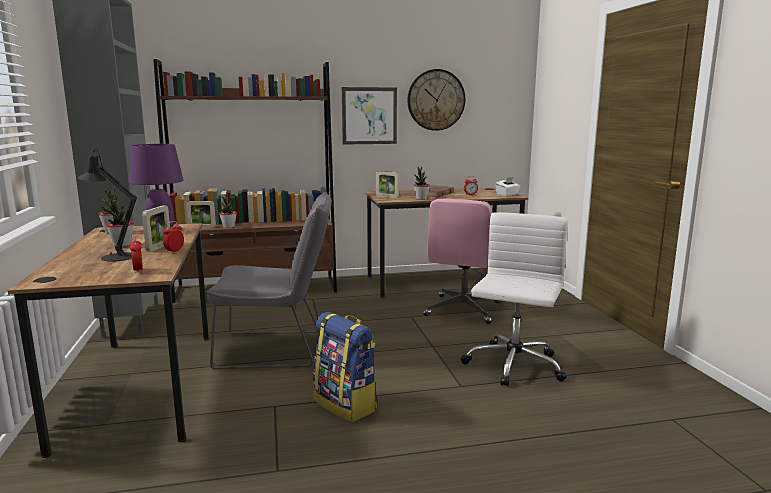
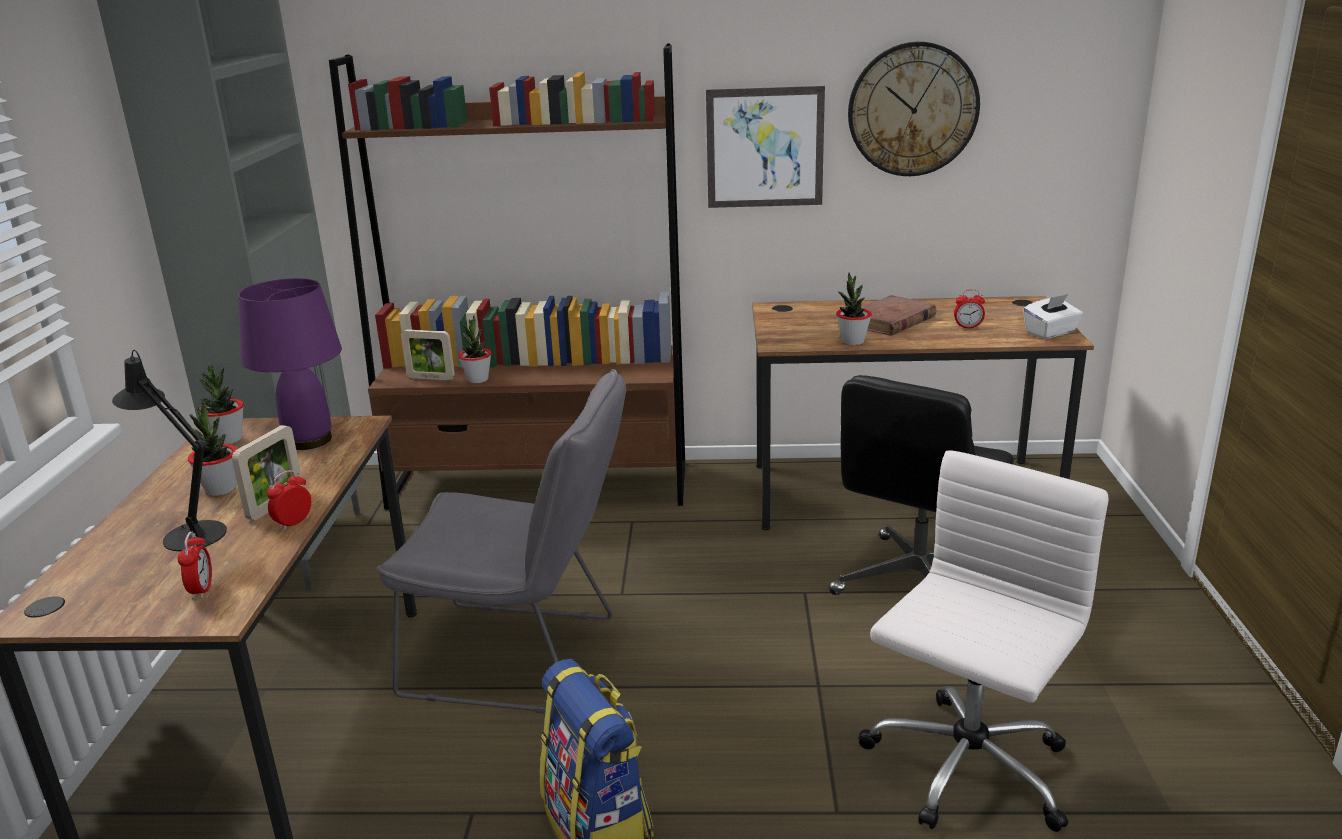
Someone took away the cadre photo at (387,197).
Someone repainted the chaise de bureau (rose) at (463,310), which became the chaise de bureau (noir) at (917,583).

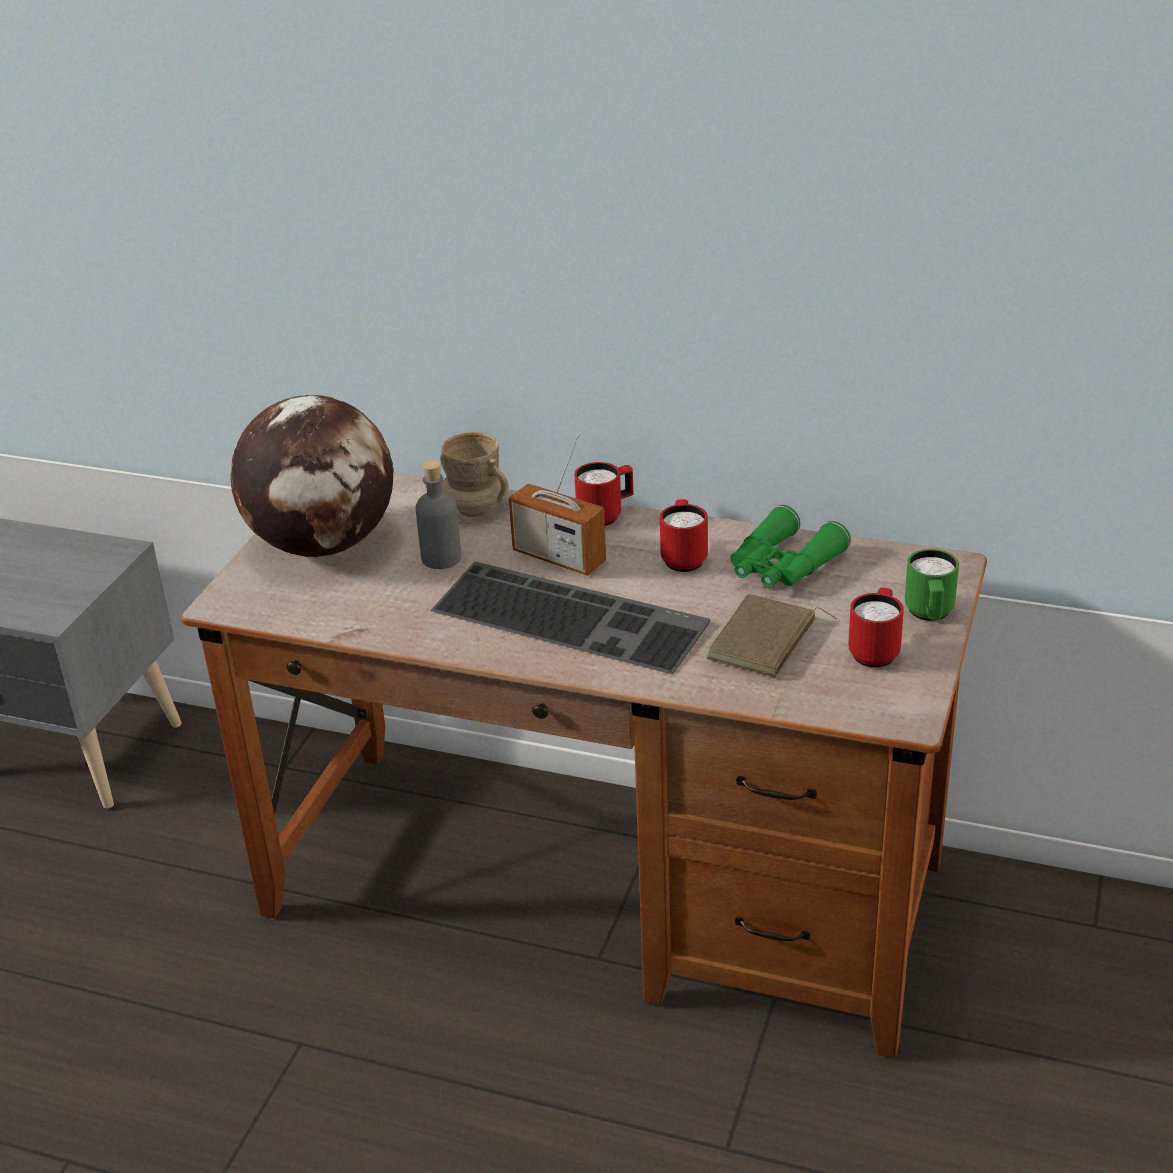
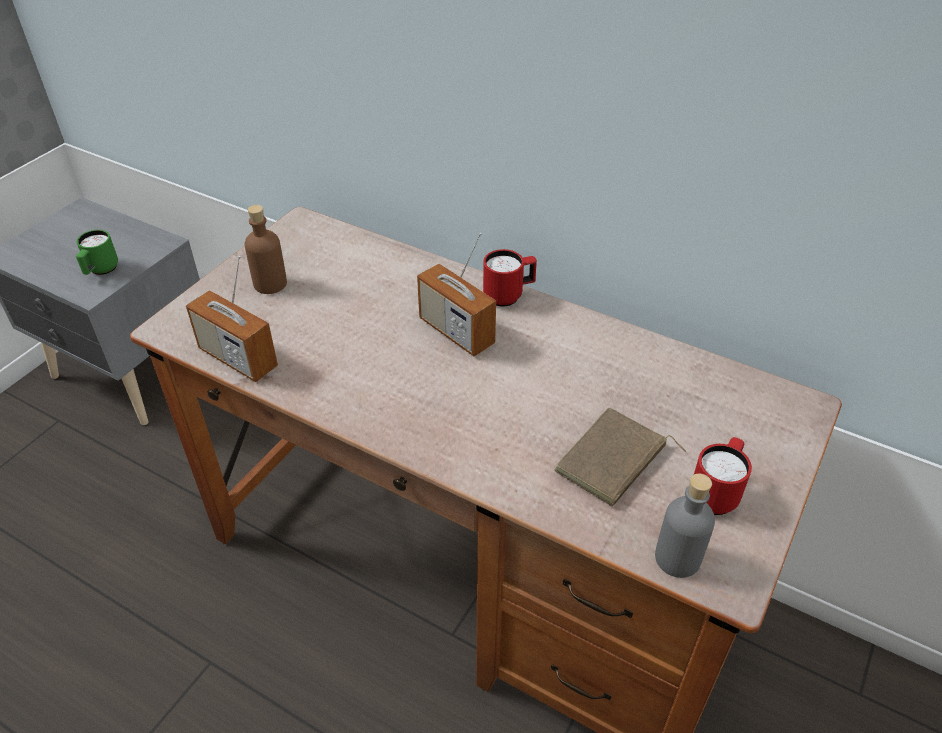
Someone took away the clavier at (573,615).
Someone took away the mug (beige) at (476,508).
Someone took away the mug (rouge) at (683,557).
Someone took away the jumelles (vert) at (782,566).
Someone put down the radio at (238,358).
Someone carried the bouteille (gris) from (441,558) to (677,558).
Someone carried the mug (vert) from (929,615) to (101,271).
Someone swapped the globe at (324,544) for the bouteille (marron) at (270,284).

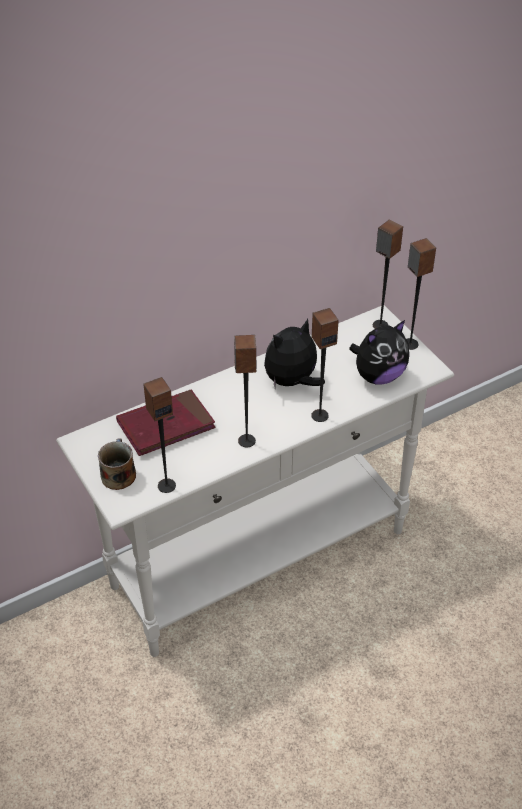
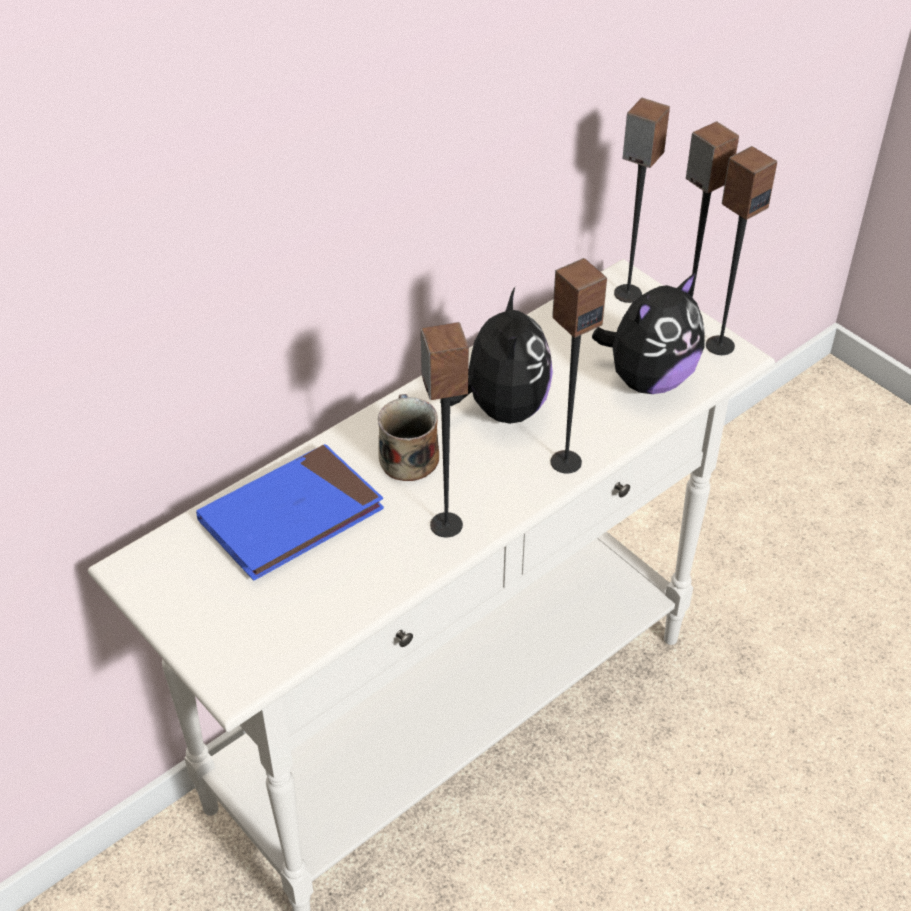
Someone carried the mug from (118,474) to (407,456).
Someone carried the enceinte from (166,485) to (719,345).
Someone repainted the livre (rouge) at (166,425), which became the livre (bleu) at (291,516).
Someone rotated the peluche at (292,382) by 135 degrees clockwise.

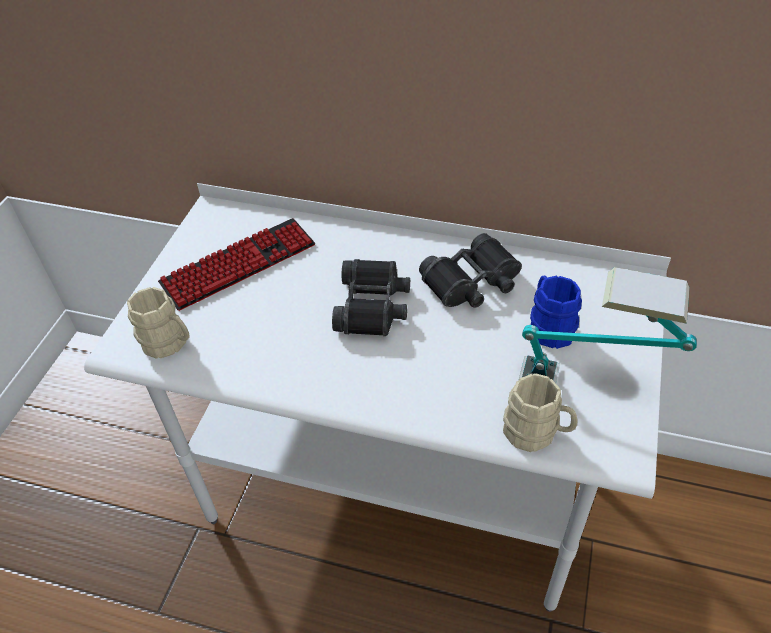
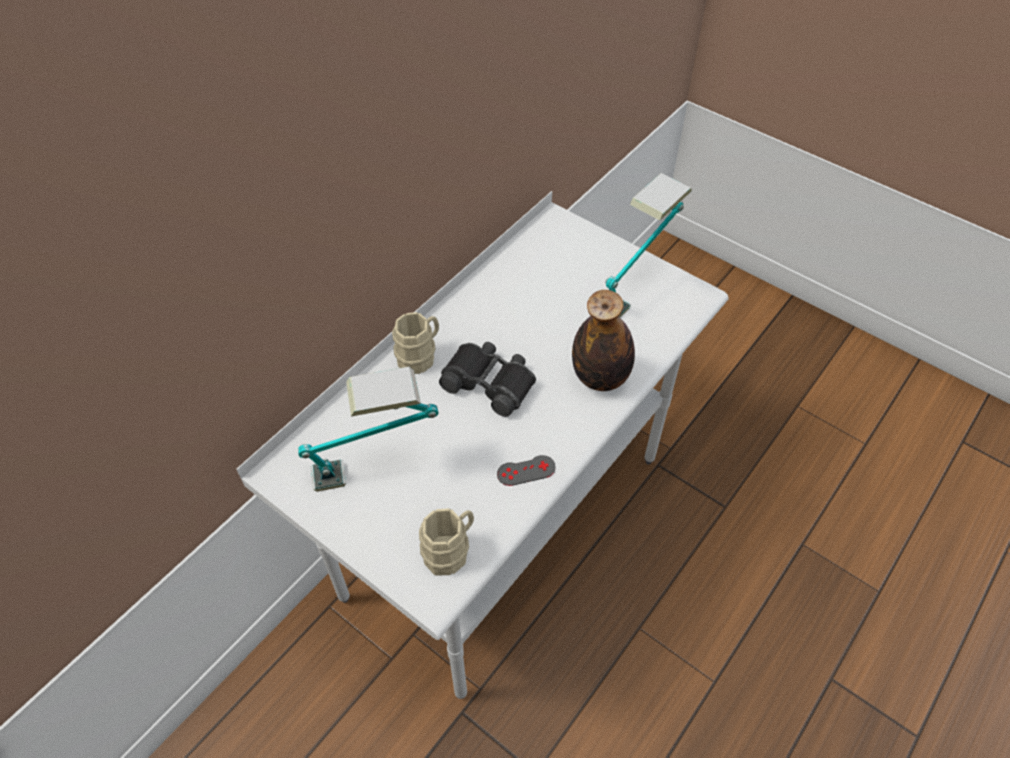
Someone took away the jumelles (noir) at (472,282).
Someone took away the mug (bleu) at (548,326).
Someone put down the manette (gris) at (526,470).
Someone put down the bouteille at (600,377).
Someone carried the mug (beige) from (537,433) to (420,355).
Someone swapped the clavier at (239,265) for the lampe de table at (376,468).

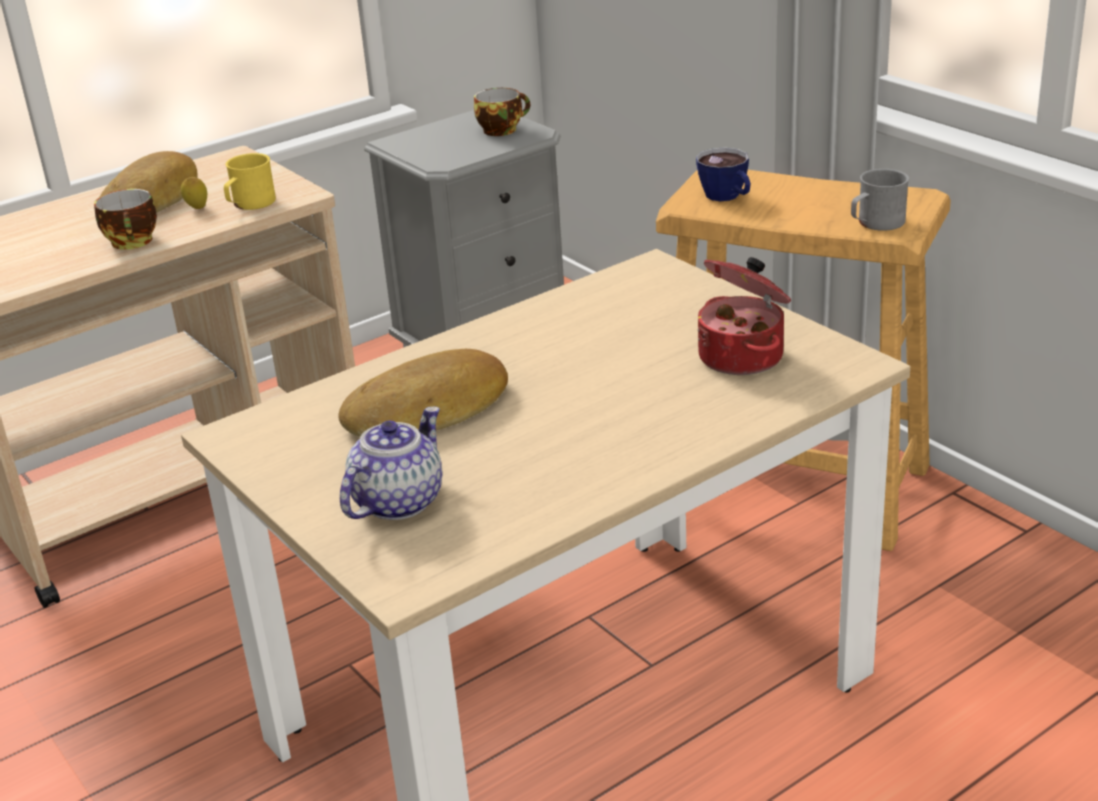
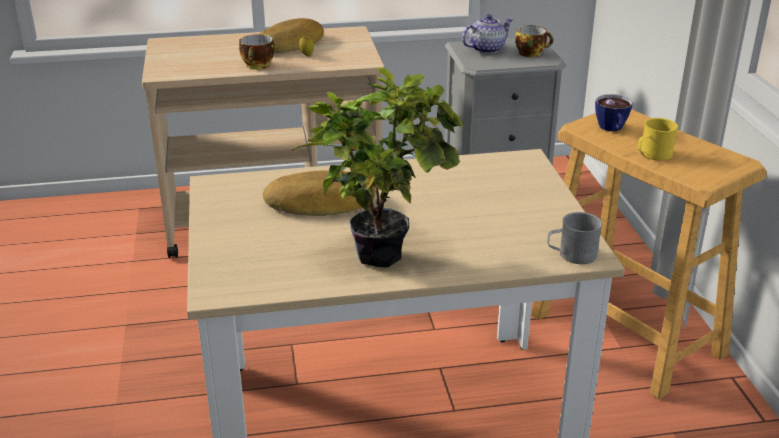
Someone took away the marmite at (743,356).
Someone put down the plante en pot at (383,251).
Someone carried the mug (jaune) from (250,204) to (652,155).
Someone carried the théière from (397,501) to (486,49).
Someone carried the mug (gris) from (875,224) to (571,255).

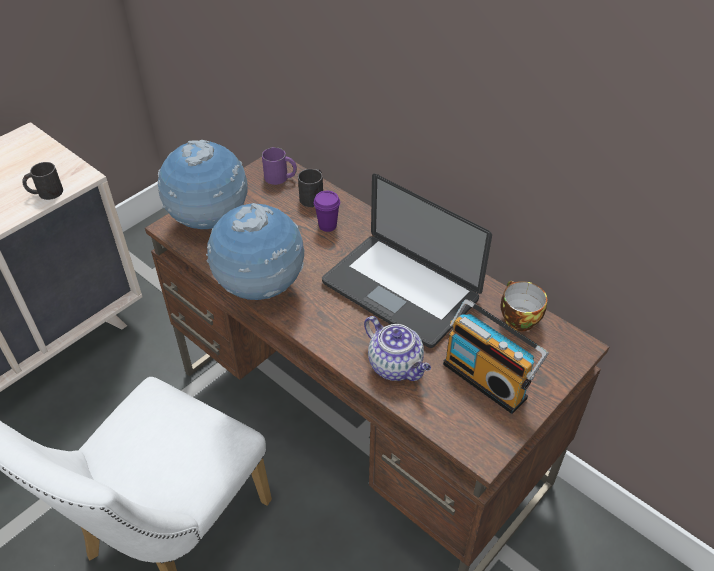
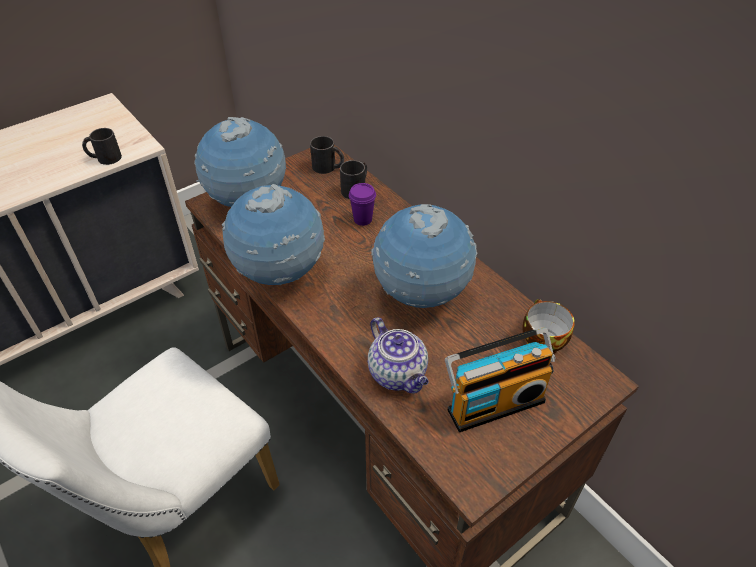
Someone swapped the ordinateur portable at (400,291) for the globe at (421,295).
Someone repainted the mug (violet) at (281,177), which became the mug (noir) at (328,167).
Someone rotated the radio at (487,378) by 75 degrees counterclockwise.

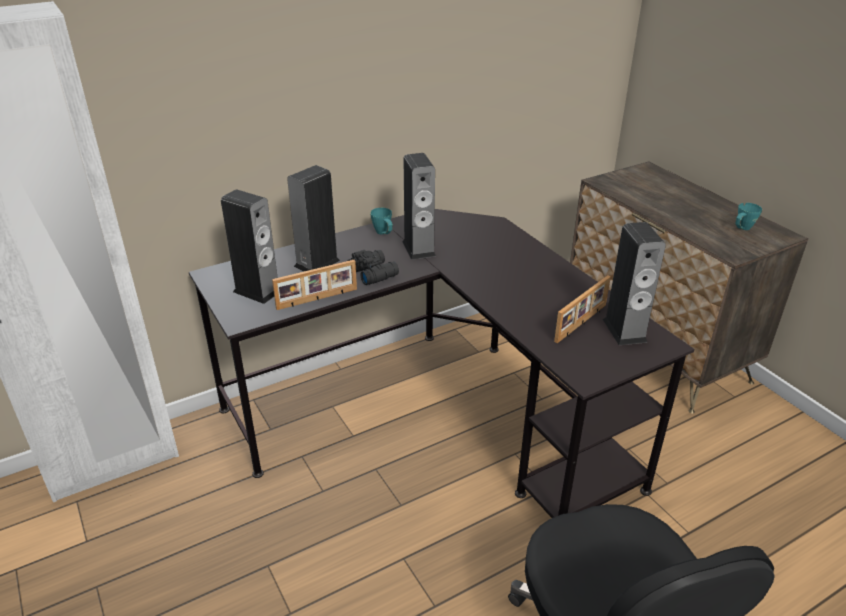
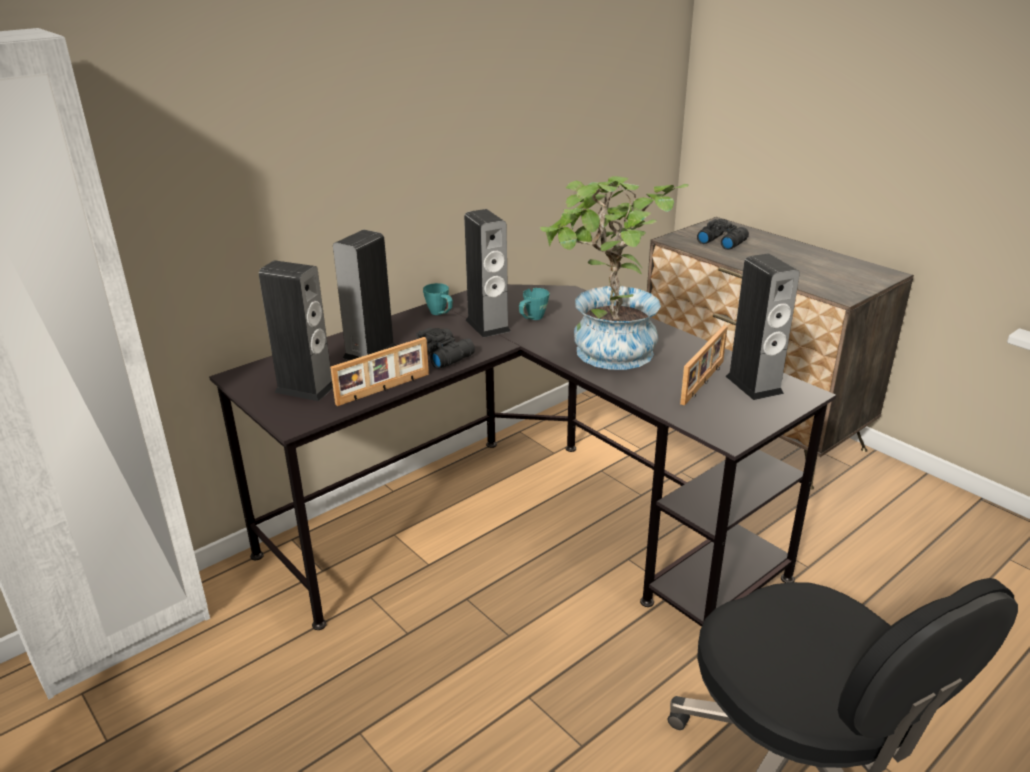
Someone put down the plante en pot at (605,355).
Someone put down the jumelles (noir) at (721,242).
Someone carried the mug (turquoise) from (742,229) to (532,319).

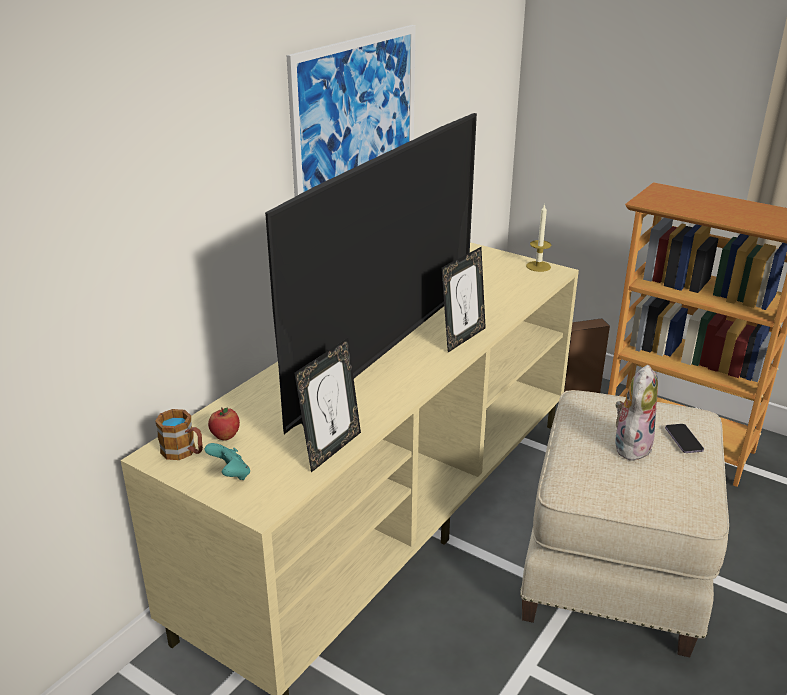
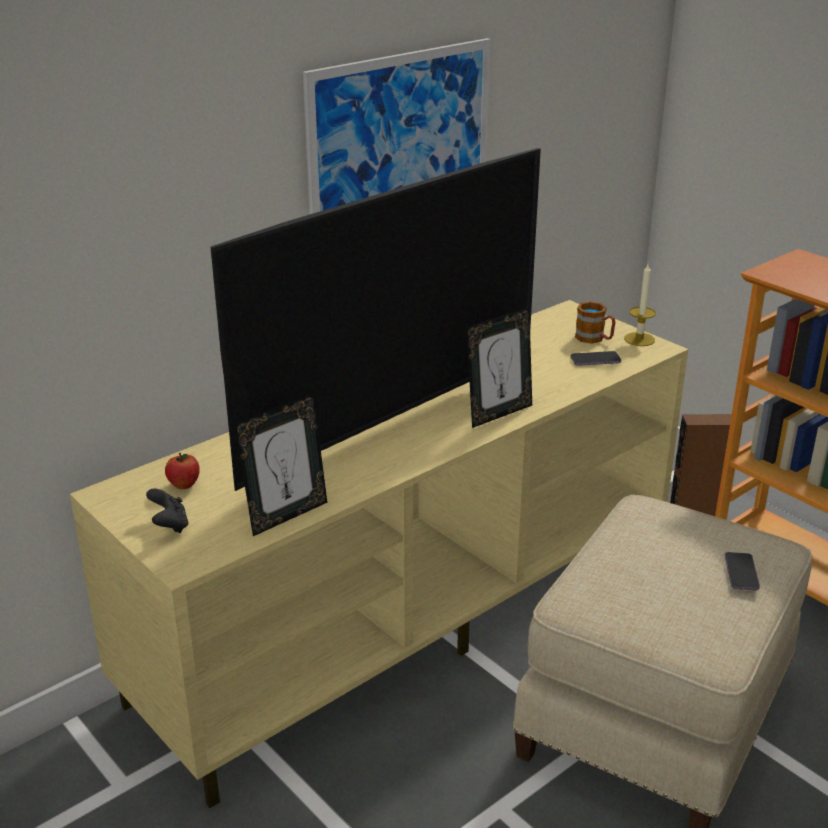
Someone took away the peluche at (630,445).
Someone put down the téléphone at (595,360).
Someone carried the mug from (184,452) to (594,339).
Someone repainted the manette (turquoise) at (230,474), which became the manette (noir) at (169,525).

